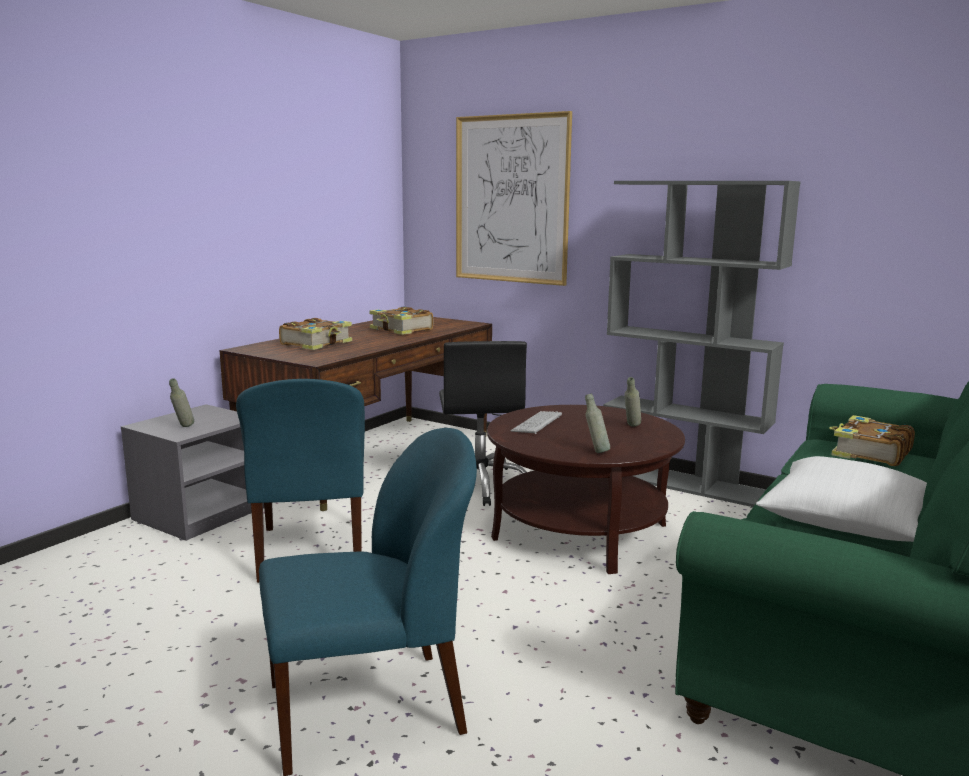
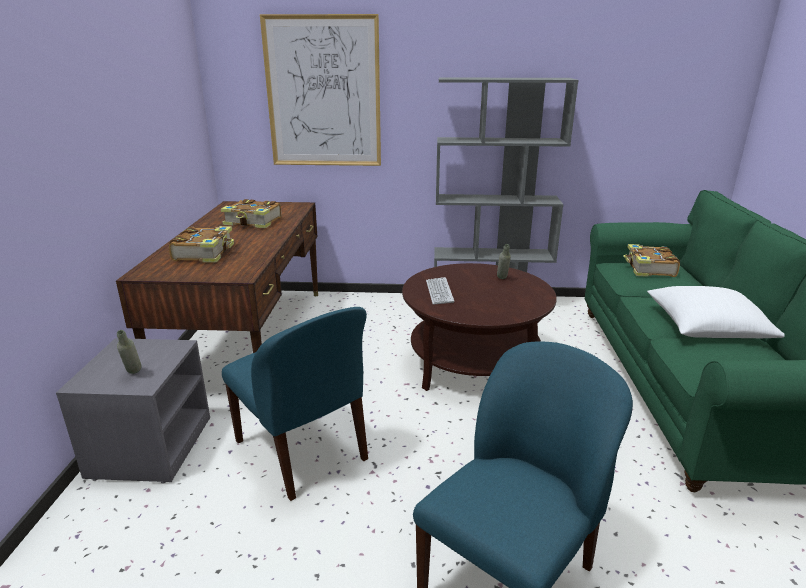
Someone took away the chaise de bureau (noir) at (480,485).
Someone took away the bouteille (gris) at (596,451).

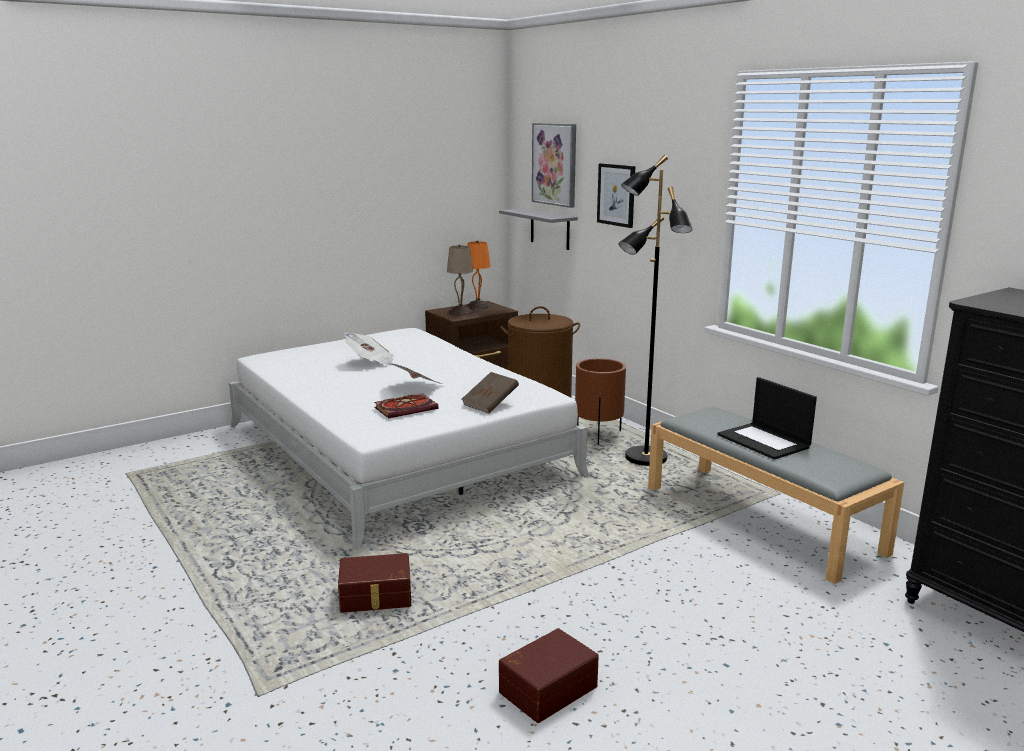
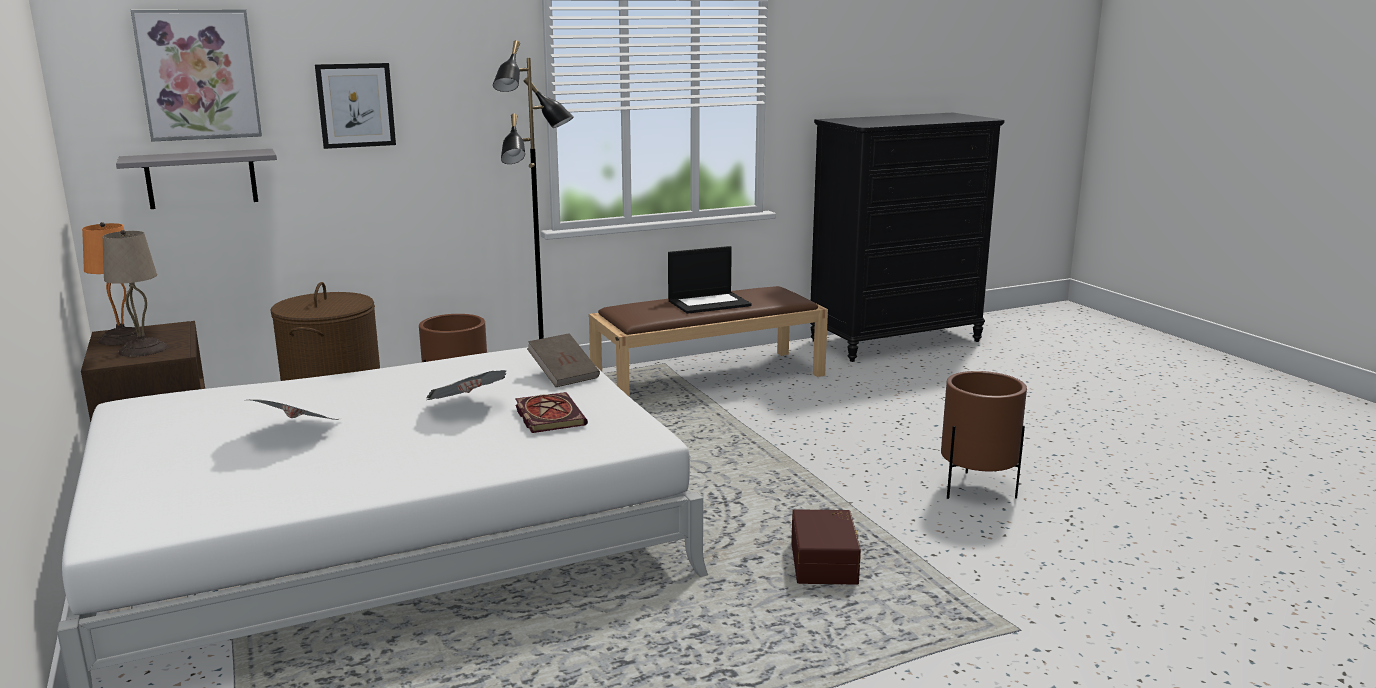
Someone swapped the boîte de rangement (marron) at (546,688) for the cache-pot (marron) at (977,489).
Someone repainted the banc (gris) at (762,518), which became the banc (marron) at (709,378).

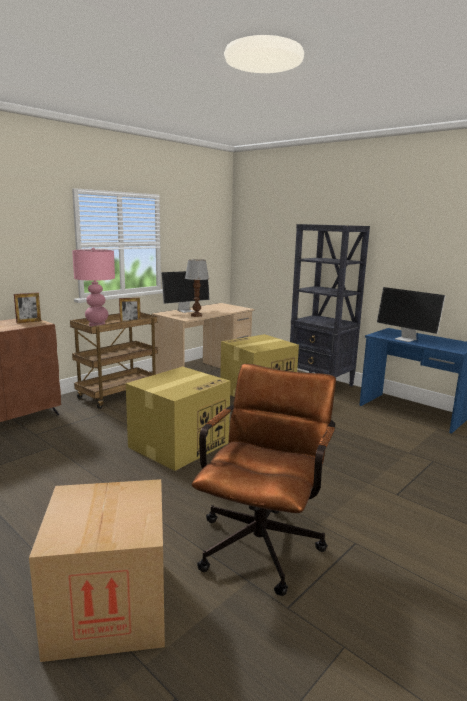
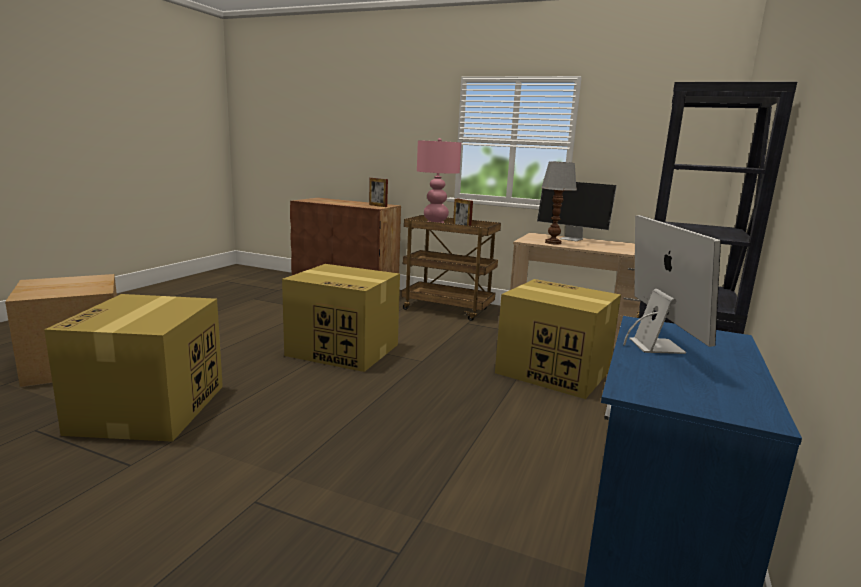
Someone swapped the chaise de bureau (marron) at (263,540) for the carton at (149,409).
Someone rotated the écran d'ordinateur at (406,339) by 150 degrees clockwise.

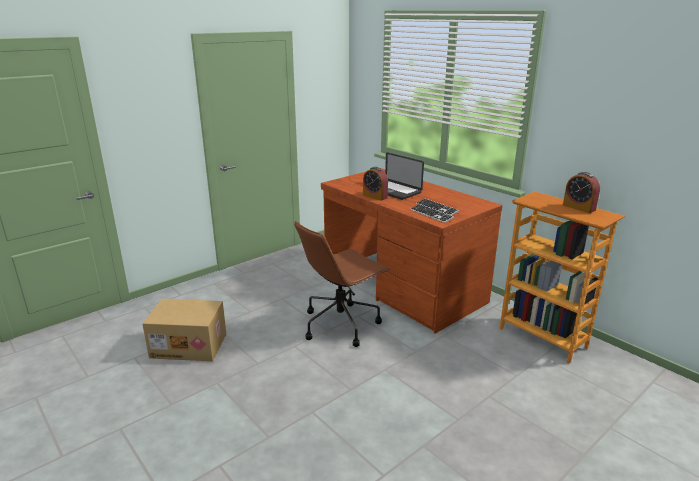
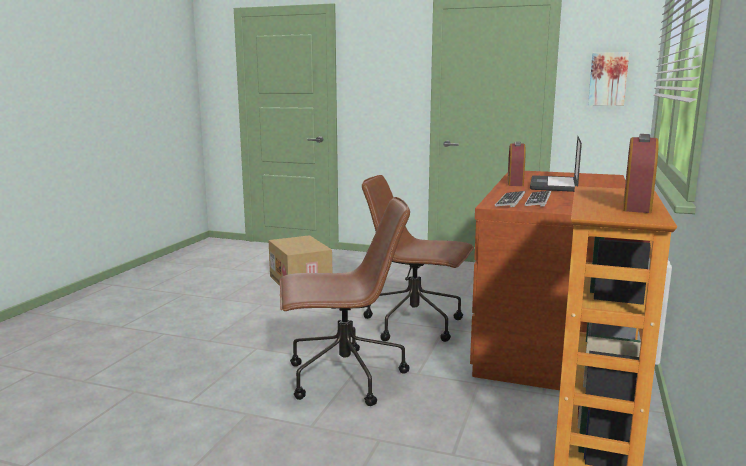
Someone put down the chaise de bureau (marron) at (343,378).
Someone put up the tableau at (608,79).

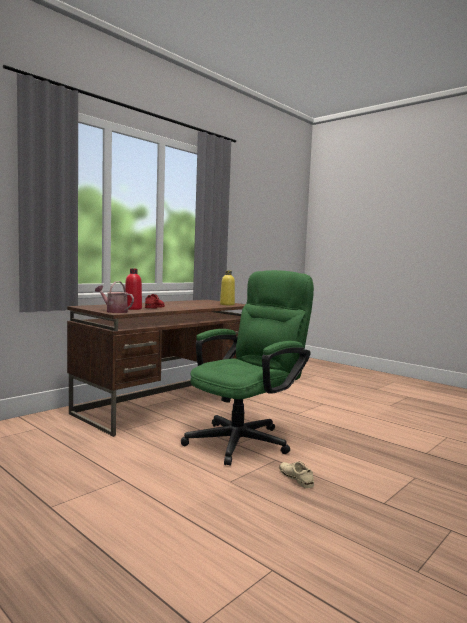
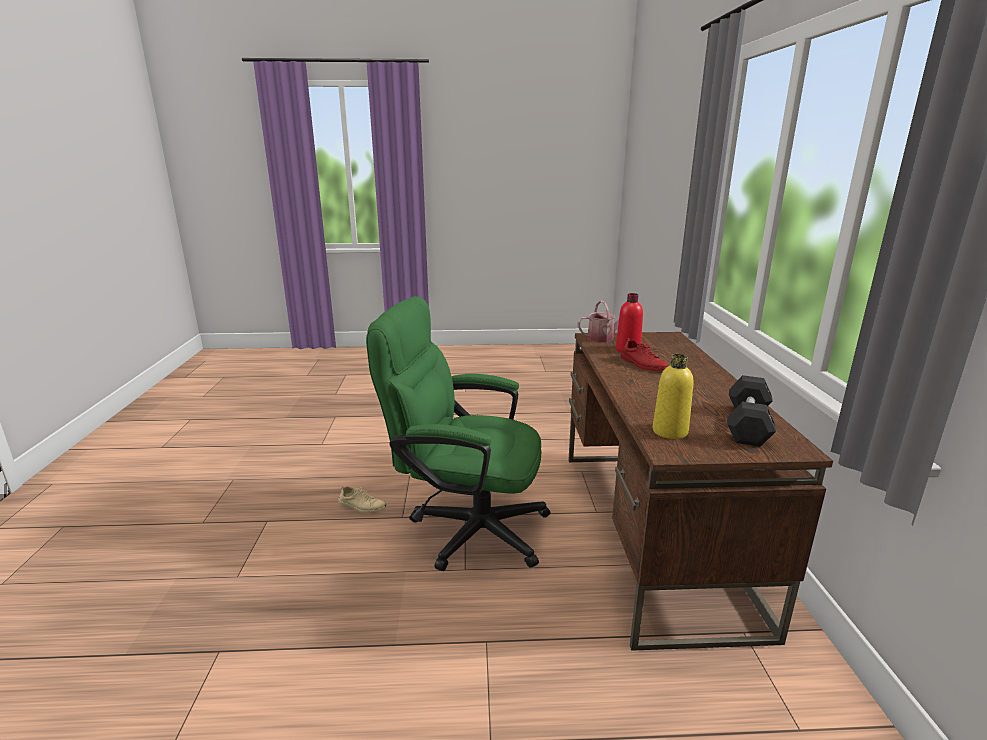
Someone put down the haltère (noir) at (747,425).
Someone rotated the chaise de bureau (vert) at (245,439) by 105 degrees clockwise.

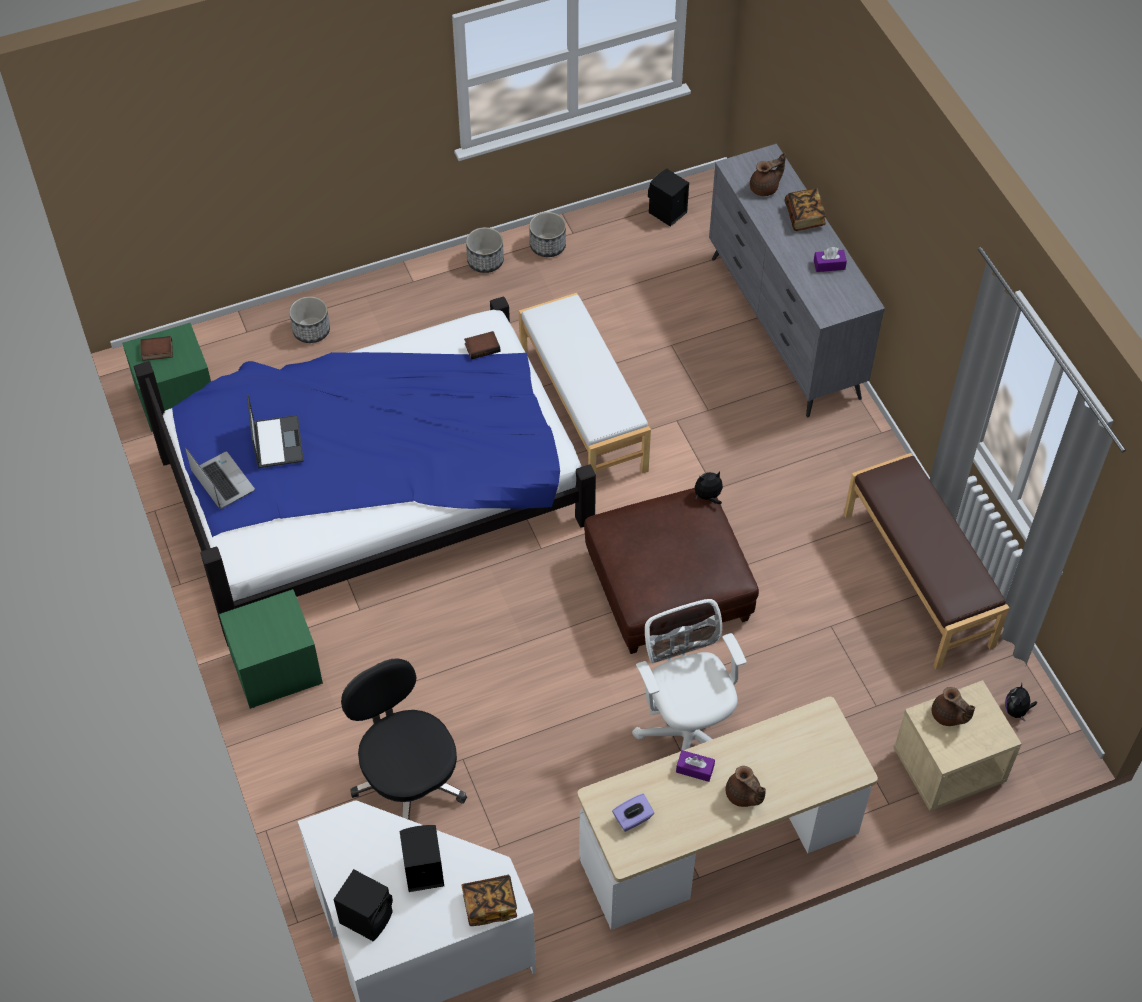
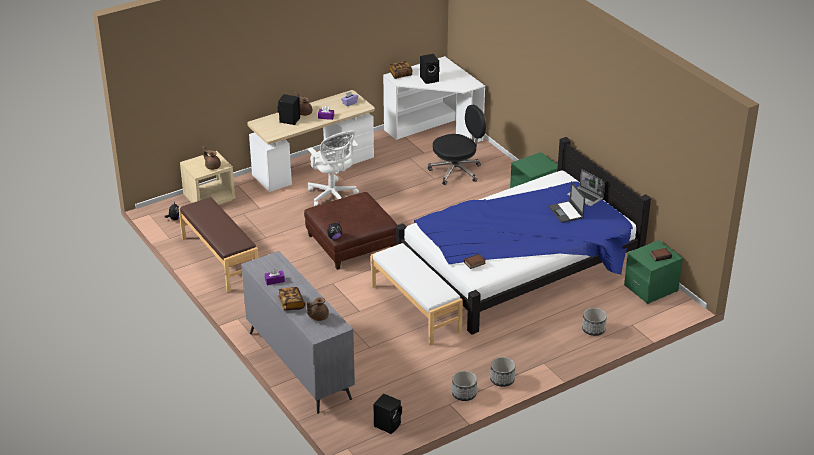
Someone carried the enceinte (noir) from (367,916) to (289,120).
Someone rotated the chaise de bureau (noir) at (408,779) by 75 degrees counterclockwise.

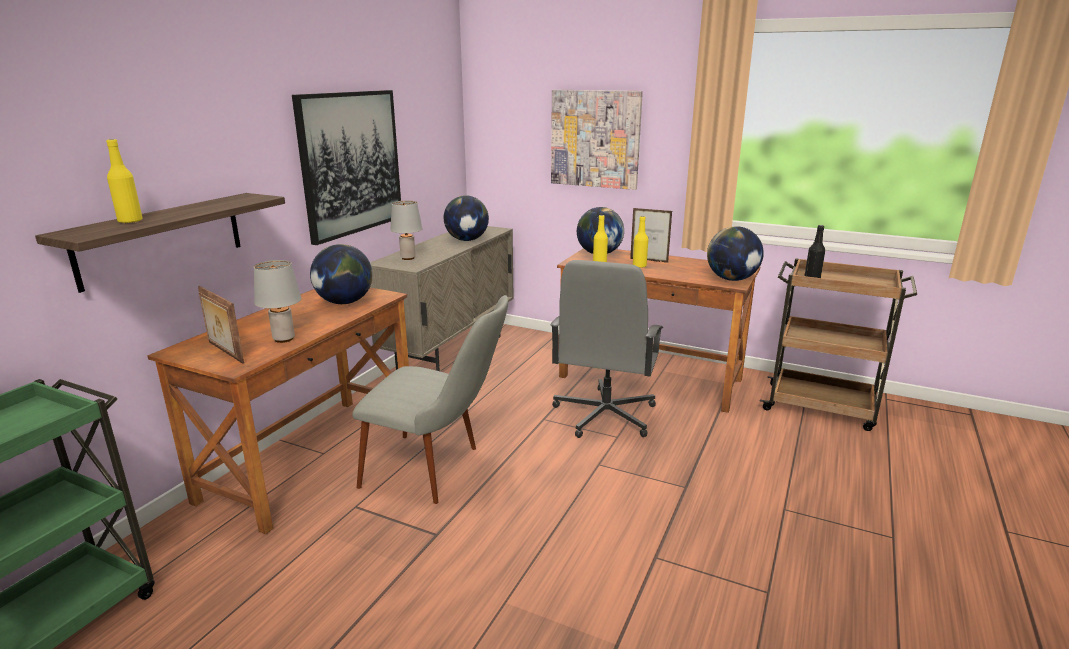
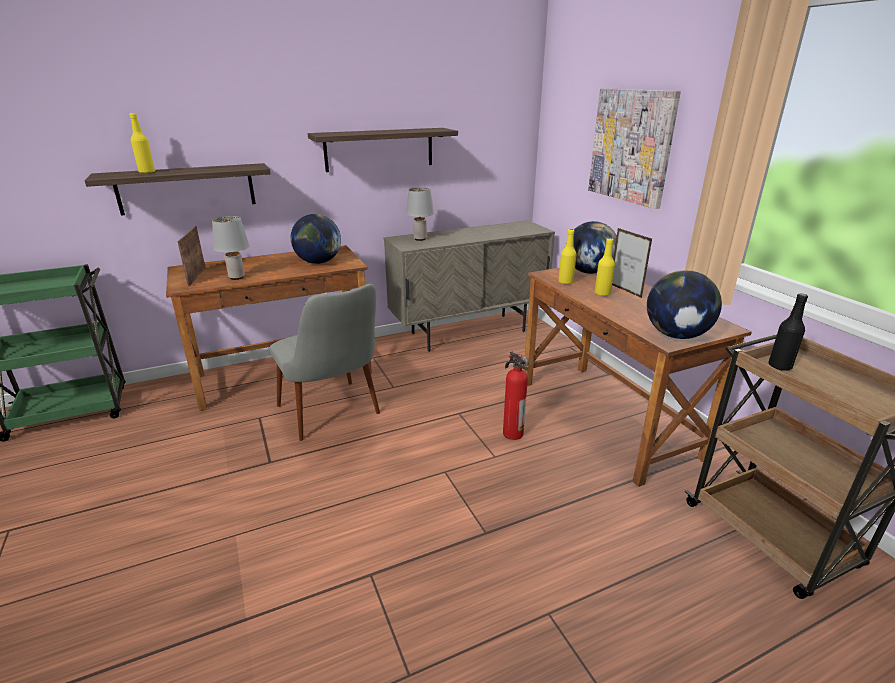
Someone took away the globe at (467,240).
Someone swapped the tableau at (351,163) for the étagère at (379,149).
Someone swapped the chaise de bureau (gris) at (604,415) for the extincteur at (512,432).

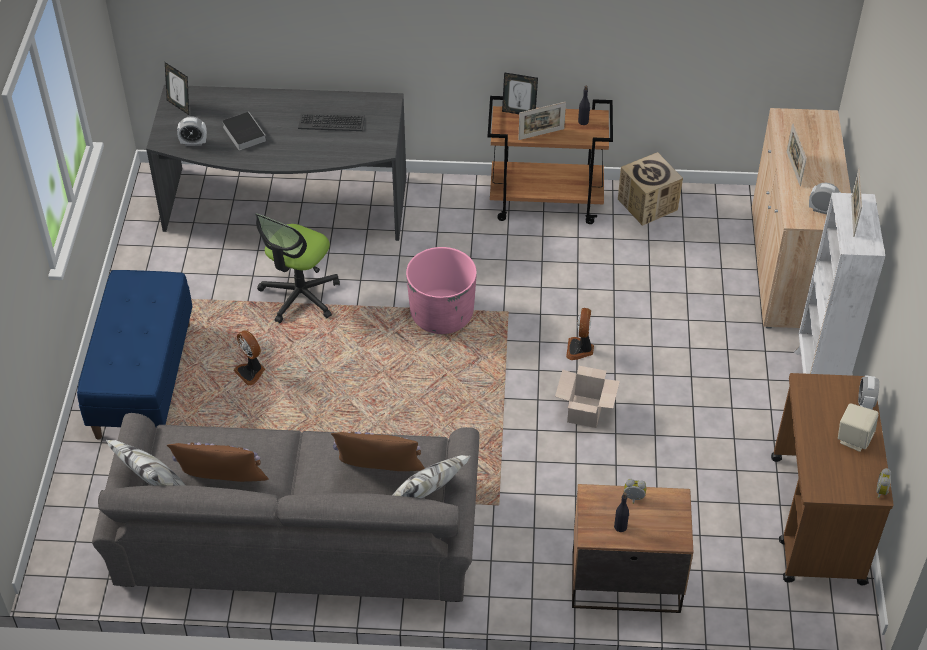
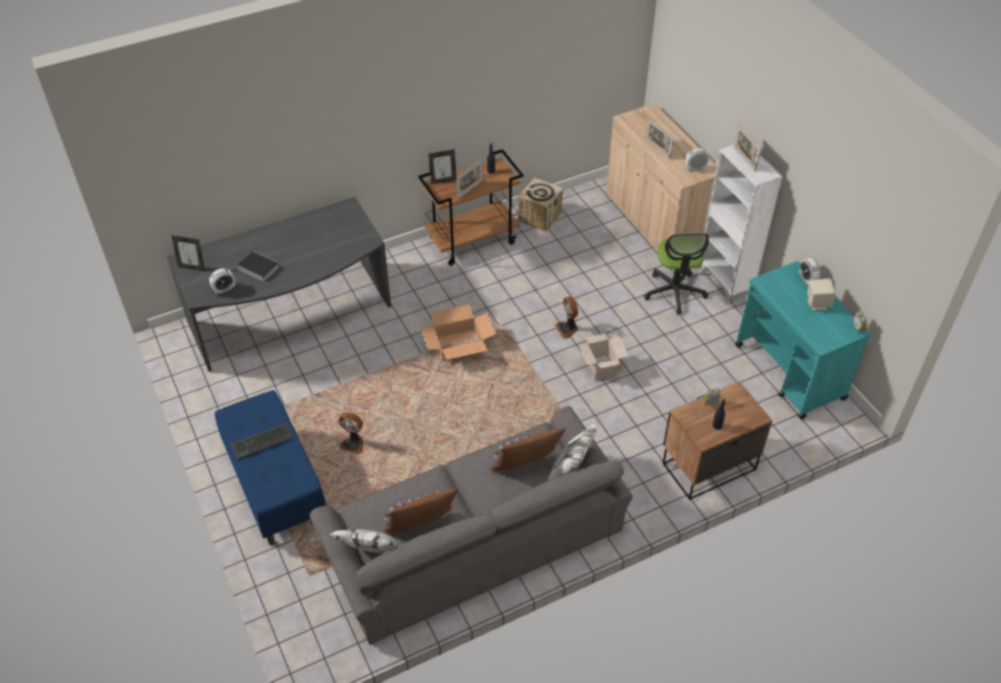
Someone carried the chaise de bureau from (300,296) to (674,292).
Someone carried the clavier from (331,122) to (262,441).
Someone swapped the cache-pot (rose) at (442,314) for the carton at (459,345).
Someone repainted the chariot (marron) at (817,520), which became the chariot (turquoise) at (789,372).

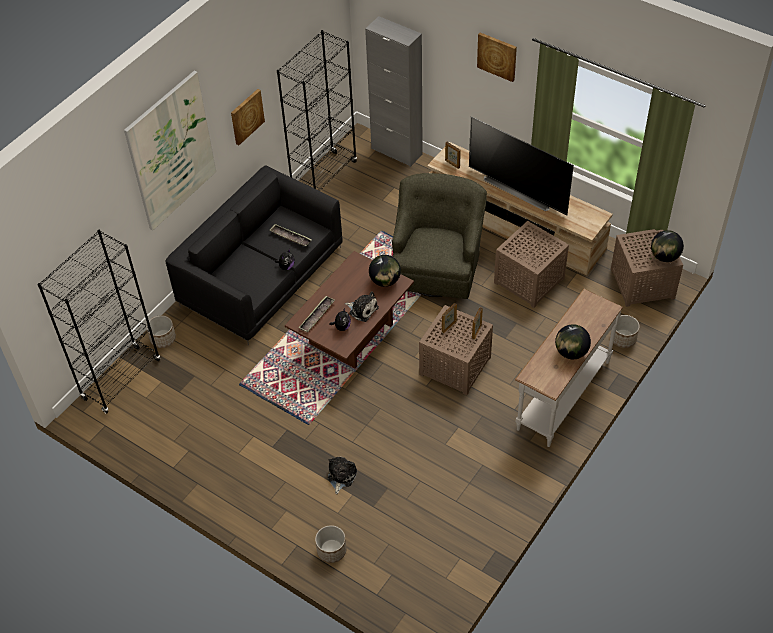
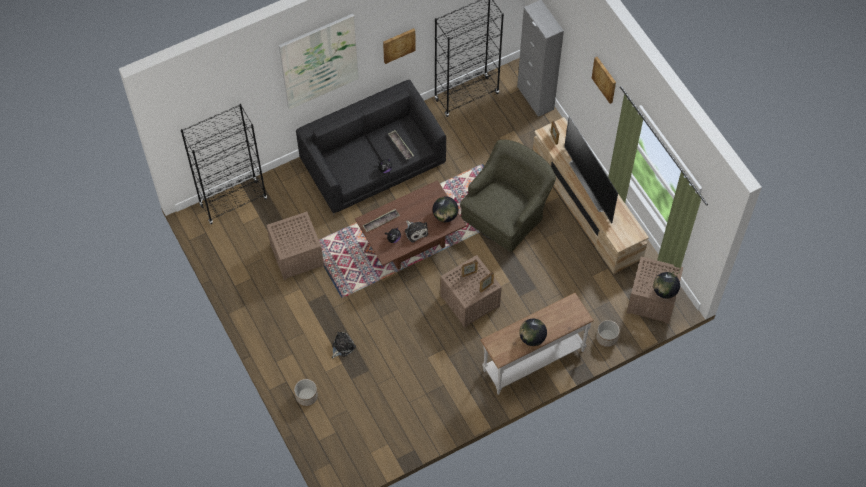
Someone took away the cache-pot at (163,339).
Someone carried the table d'appoint (marron) from (527,281) to (296,255).

